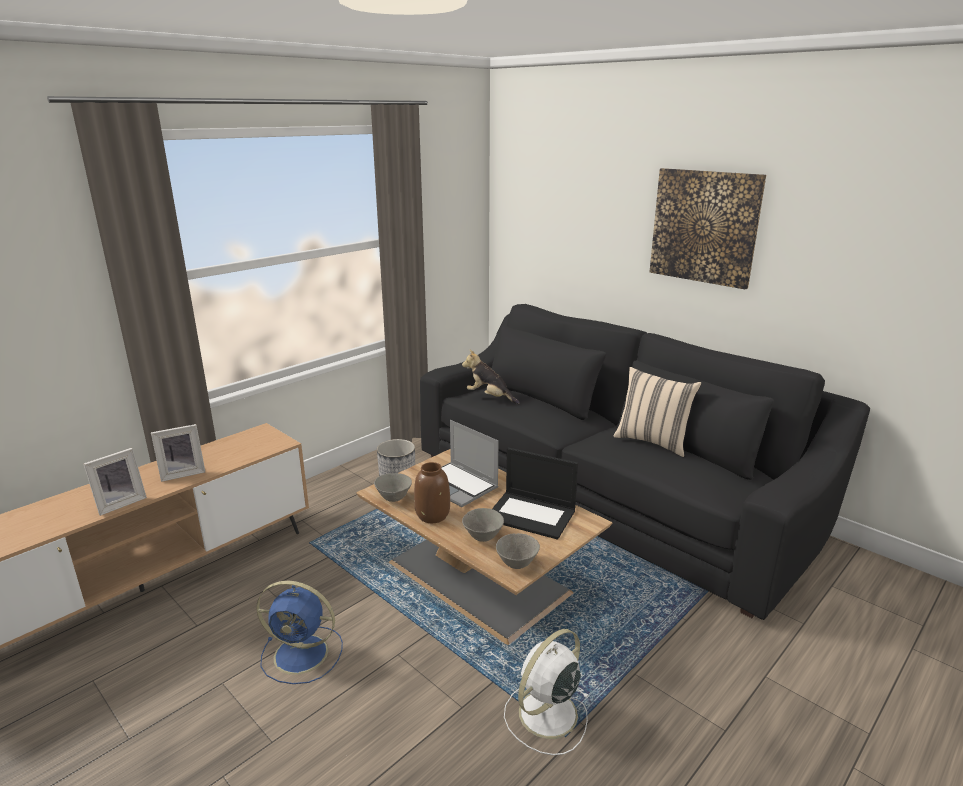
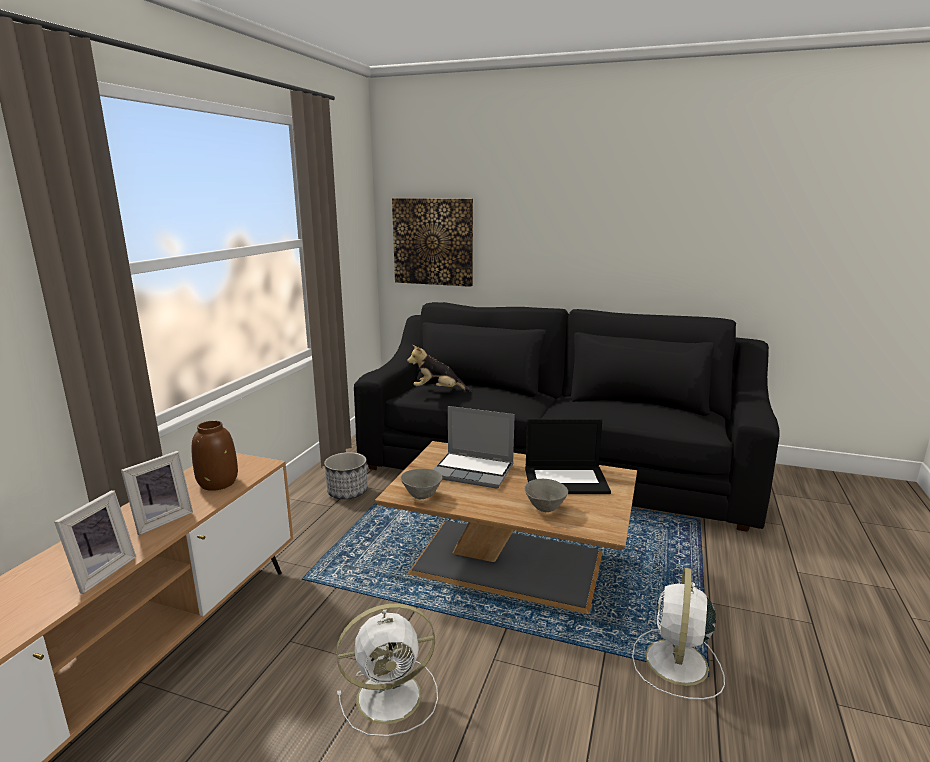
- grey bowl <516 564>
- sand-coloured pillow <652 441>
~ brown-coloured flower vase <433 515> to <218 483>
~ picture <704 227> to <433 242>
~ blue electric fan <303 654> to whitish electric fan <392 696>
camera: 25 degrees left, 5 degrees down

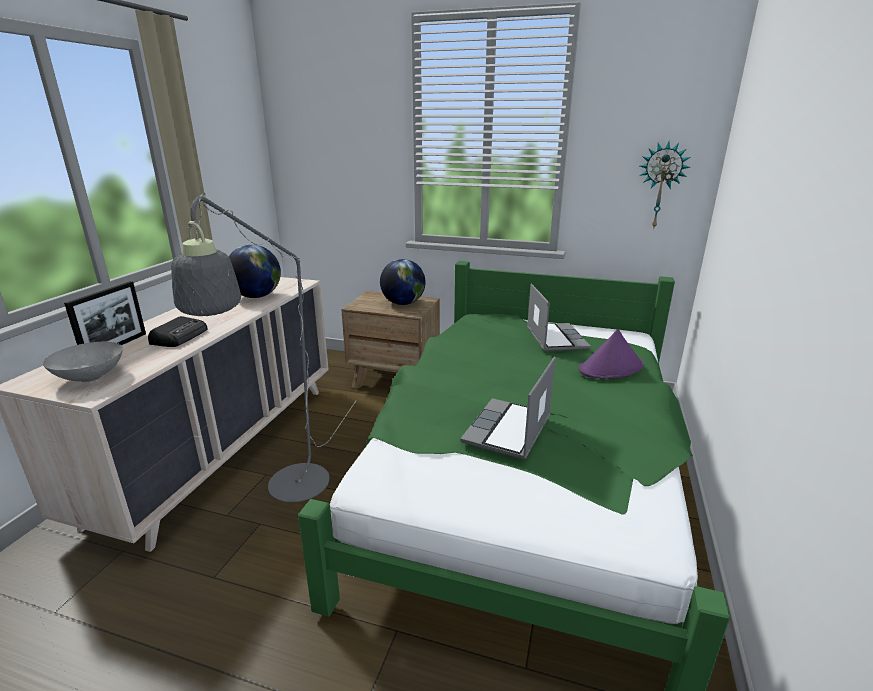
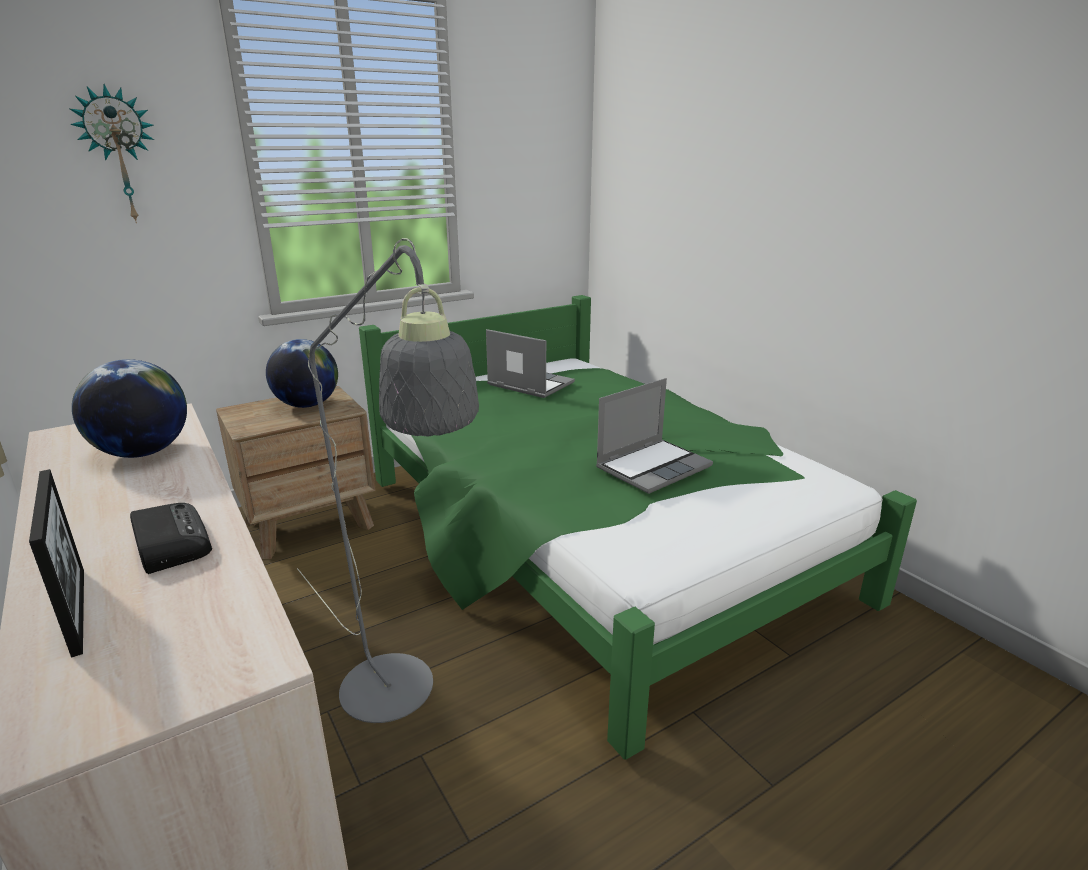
- grey bowl <89 378>
- purple hat <611 368>
~ hanging clock <660 186> to <120 156>
~ laptop <508 431> = <653 467> 105 degrees counterclockwise
camera: 50 degrees left, 0 degrees up

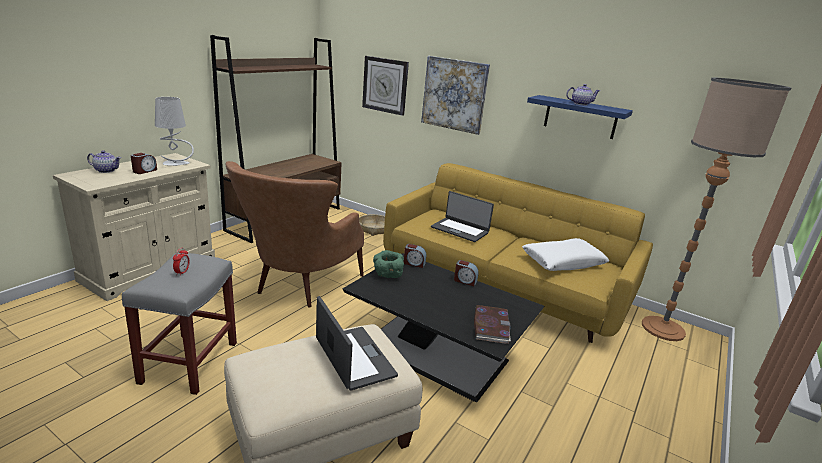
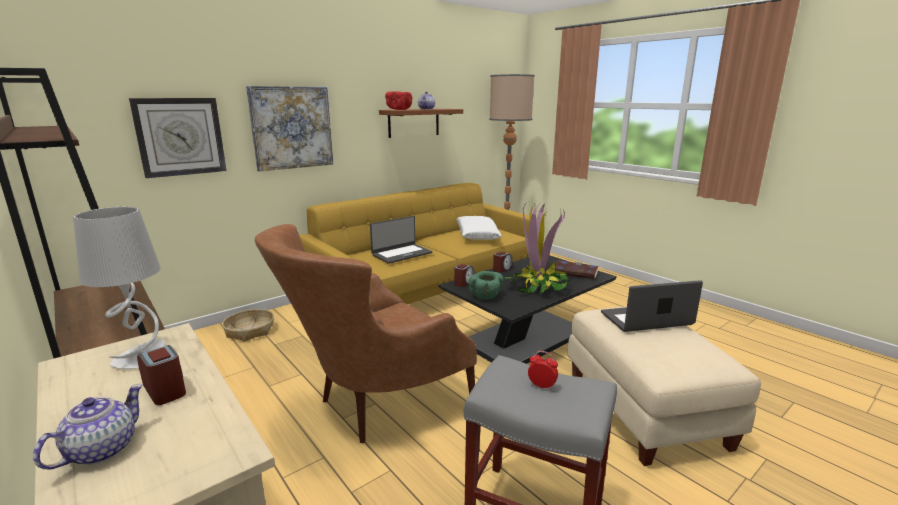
+ reddish bowl <398 109>
+ plant in a pot <539 286>
~ blue shelf <580 117> to brown-coloured shelf <414 122>
~ brown-coloured lounge chair <297 288> = <374 406> 105 degrees clockwise
camera: 70 degrees left, 5 degrees down

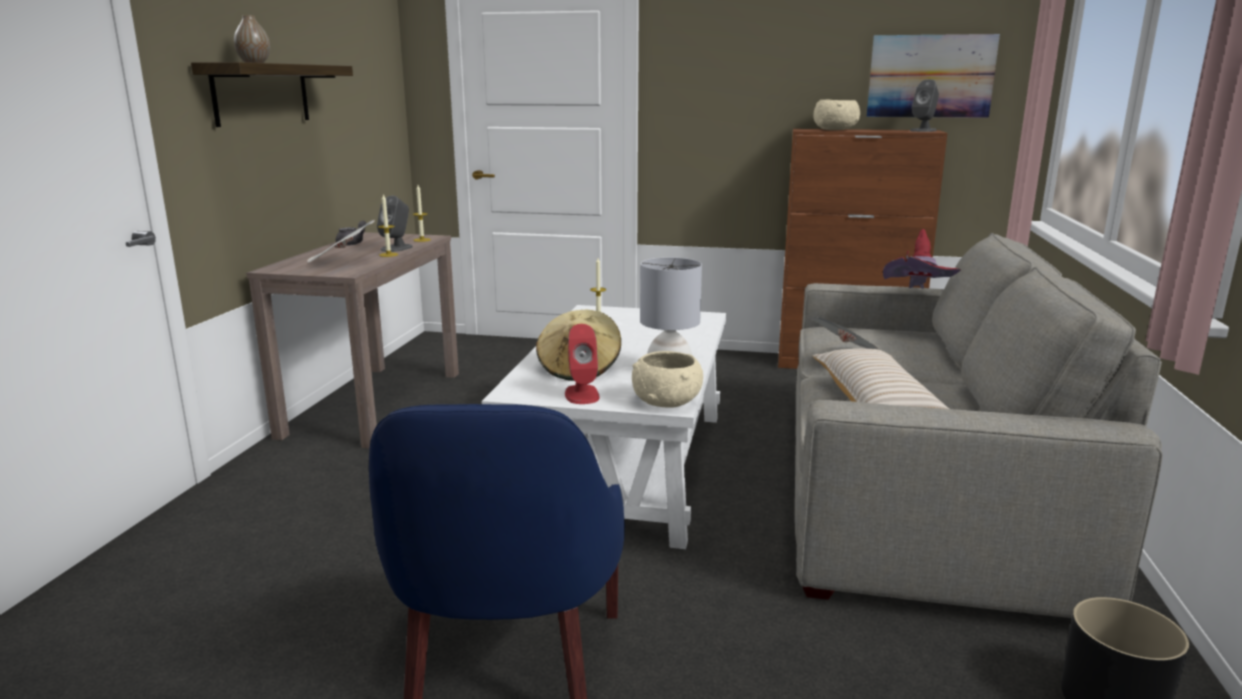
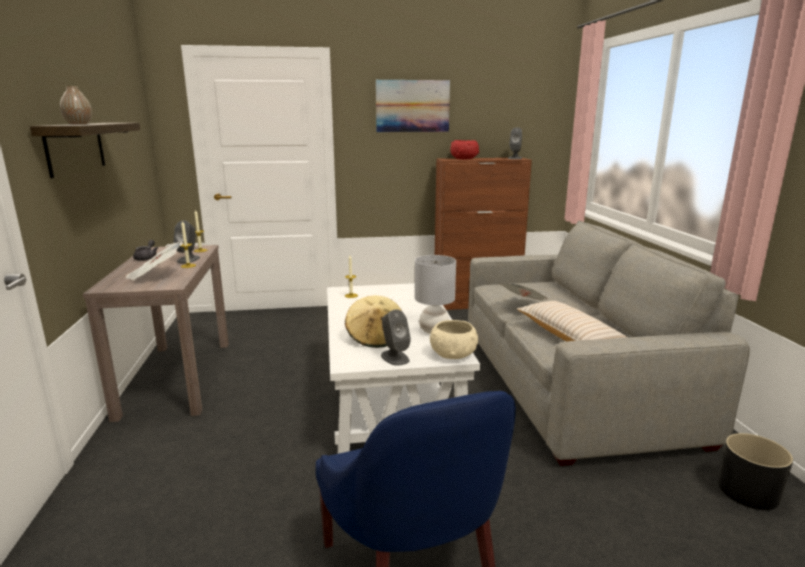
- reddish hat <916 299>
~ picture <930 76> to <412 106>
~ reddish audio speaker <582 394> to grey audio speaker <394 357>
~ sand-coloured bowl <835 129> to reddish bowl <464 158>
camera: 20 degrees left, 0 degrees up

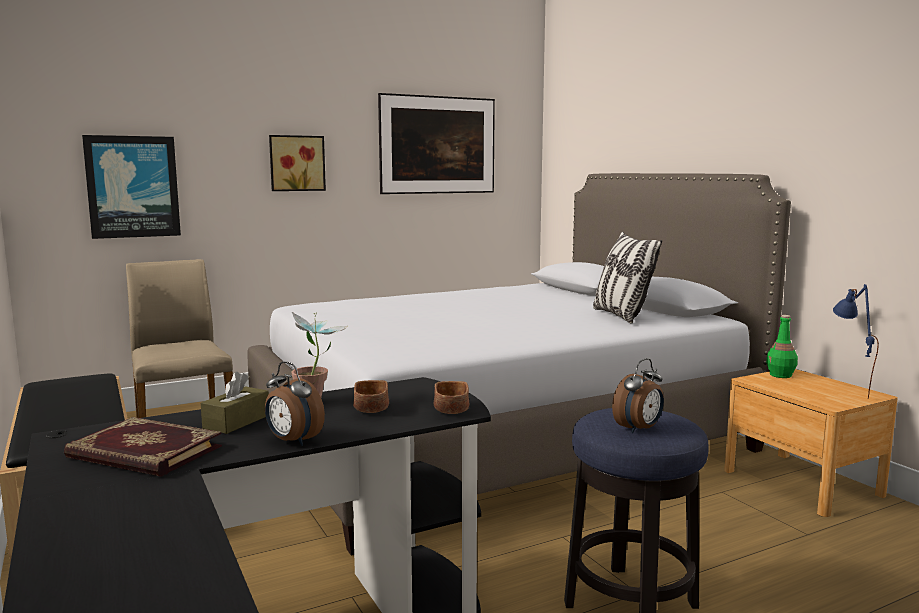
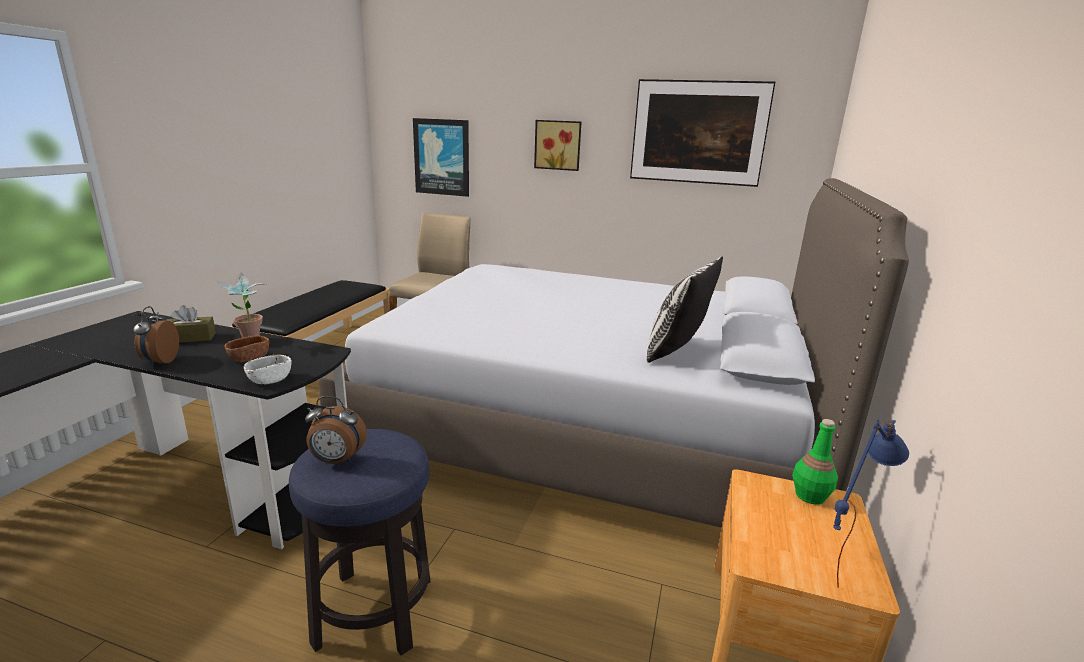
- volume <143 453>
~ brown-coloured bowl <451 410> to whitish bowl <270 379>
camera: 45 degrees right, 10 degrees up

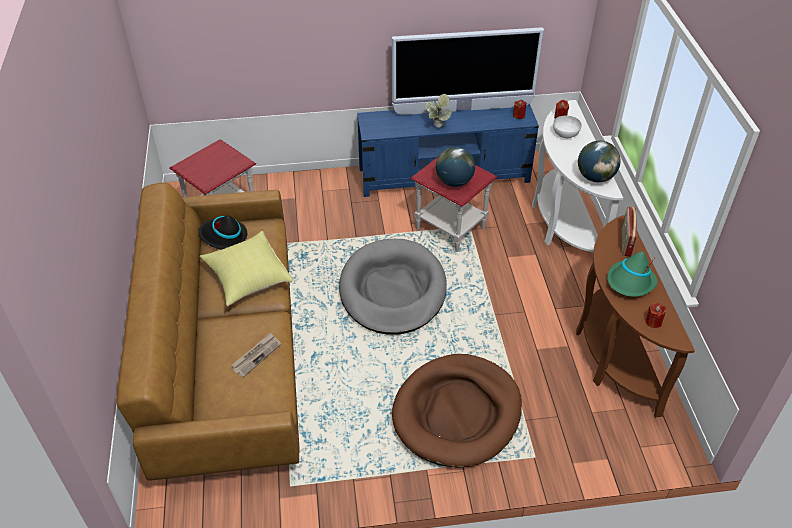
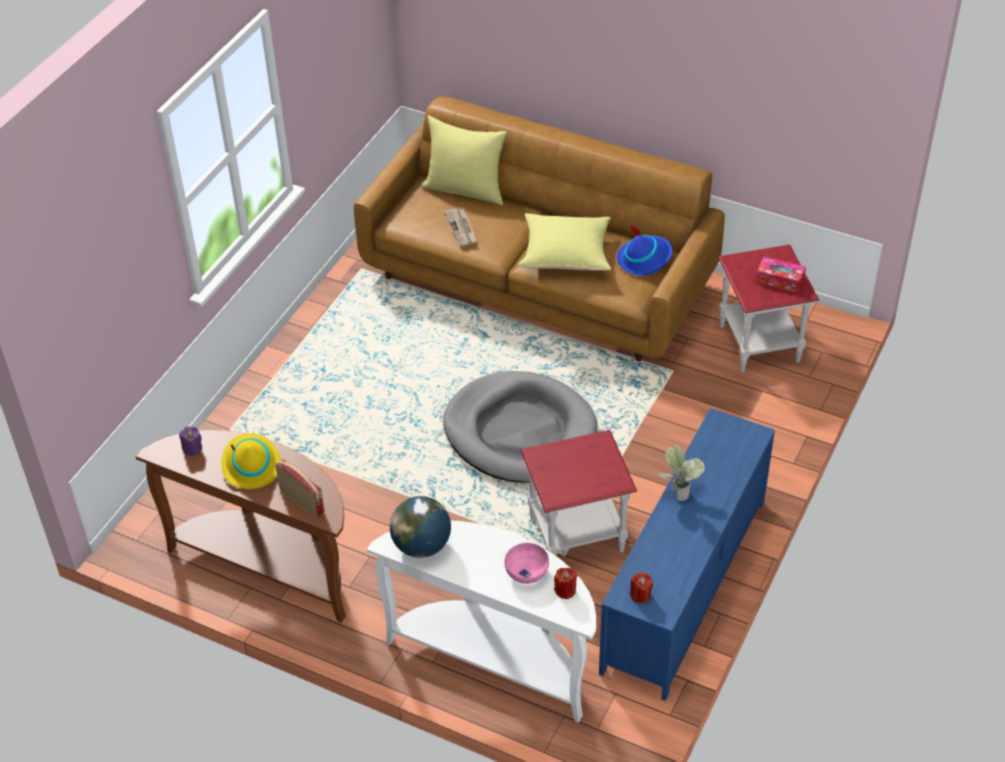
- TV set <463 109>
- brown-coloured pet bed <457 413>
- world globe <454 182>
+ yellow-coloured pillow <466 189>
+ tissue holder <780 280>
~ black-coloured hat <223 236> to blue hat <644 259>
~ whitish bowl <565 133> to pink-coloured bowl <527 572>
~ green hat <630 282> to yellow-coloured hat <251 465>
~ reddish wax candle <653 322> to purple wax candle <192 448>
camera: 125 degrees right, 0 degrees up

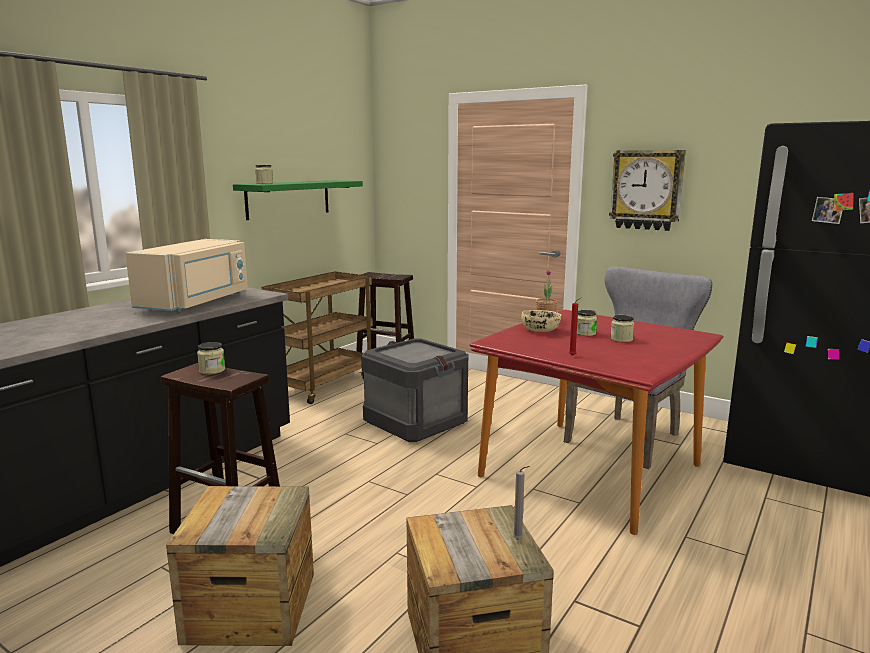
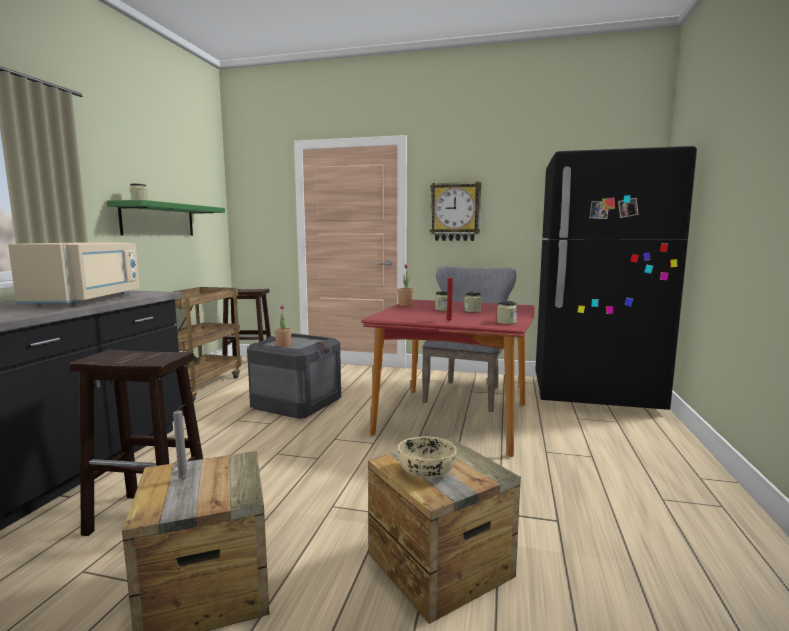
+ plant in a pot <283 345>
~ jar <212 370> to <506 322>
~ grey wax candle <519 540> to <184 480>
~ sand-coloured bowl <541 330> to <427 471>
camera: 20 degrees left, 5 degrees down

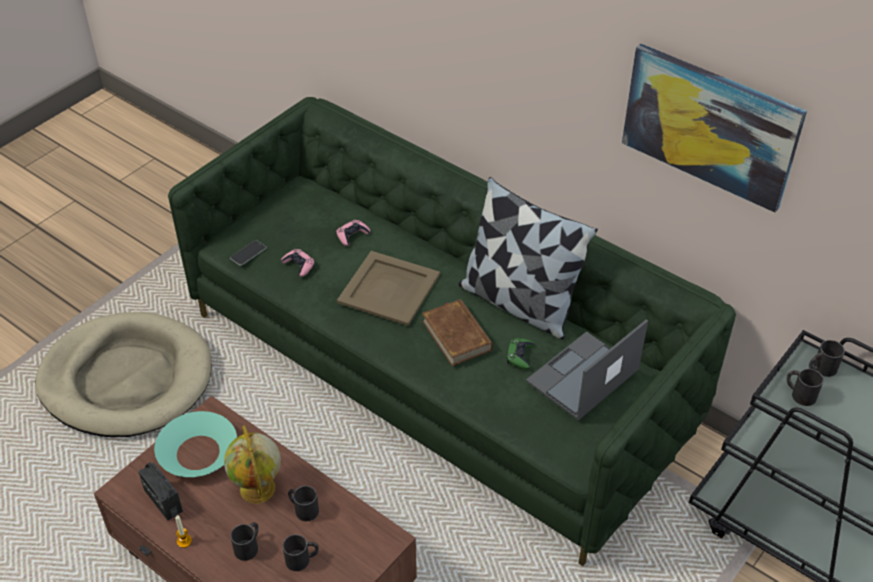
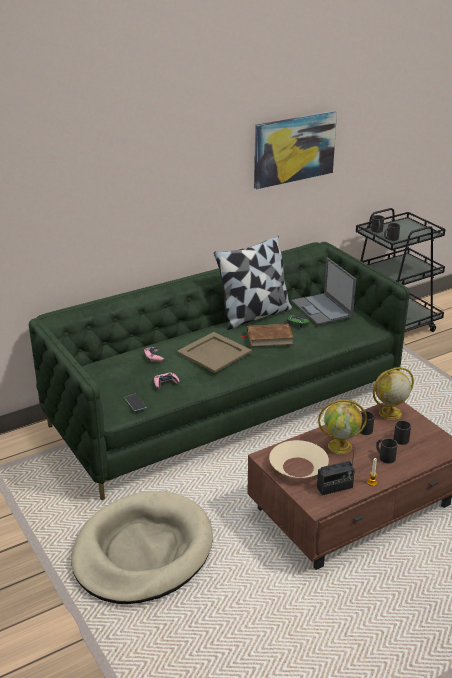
+ world globe <389 413>
~ turquoise-coloured bowl <198 452> to sand-coloured bowl <298 467>
camera: 70 degrees left, 15 degrees down

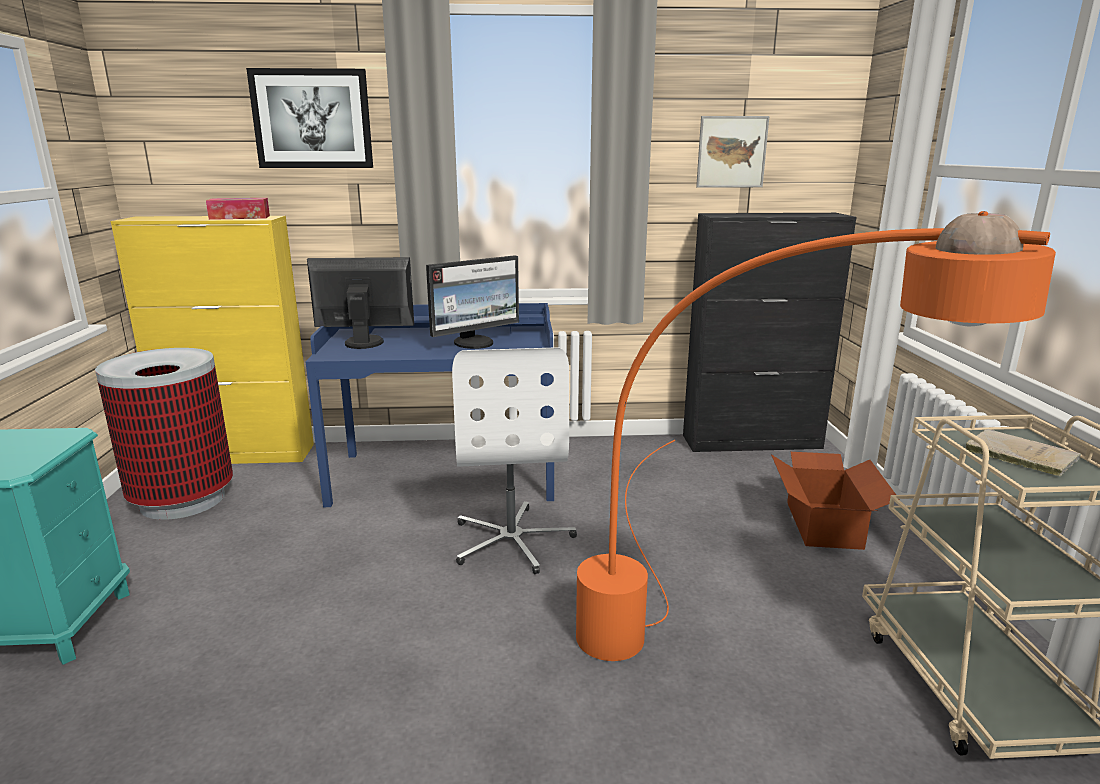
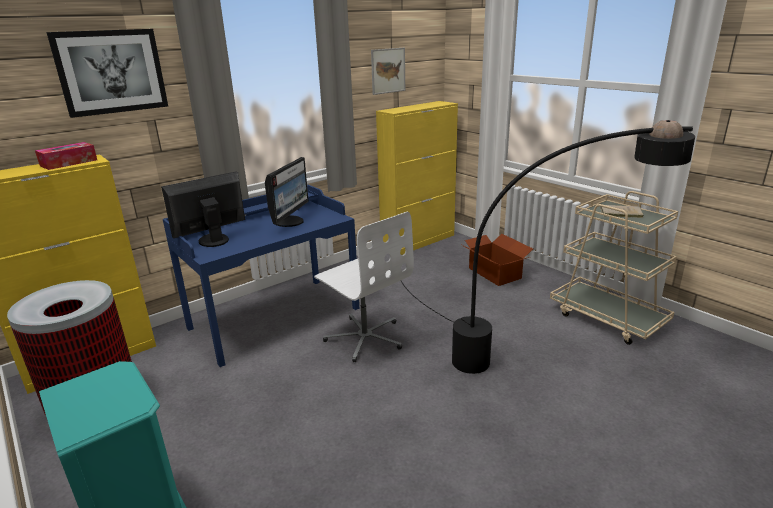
~ orange floor lamp <702 658> to black-coloured floor lamp <515 352>
~ black-coloured cupboard <752 442> to yellow-coloured cupboard <418 241>
camera: 35 degrees left, 5 degrees up

